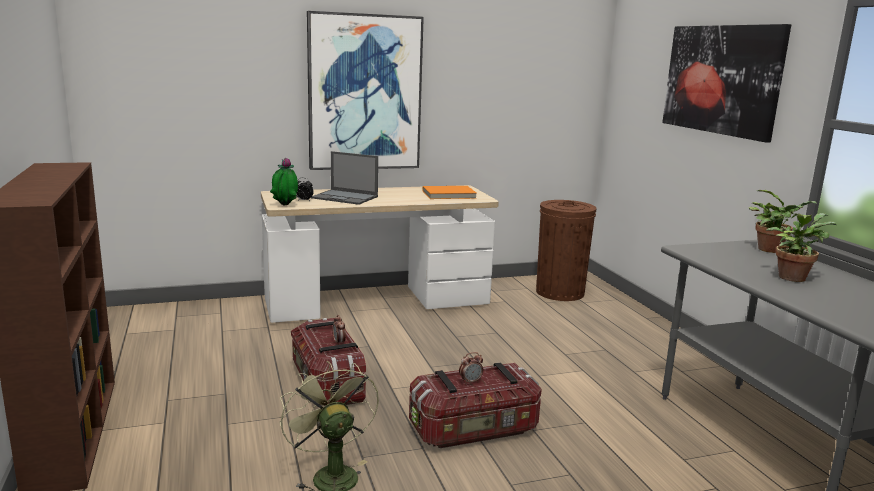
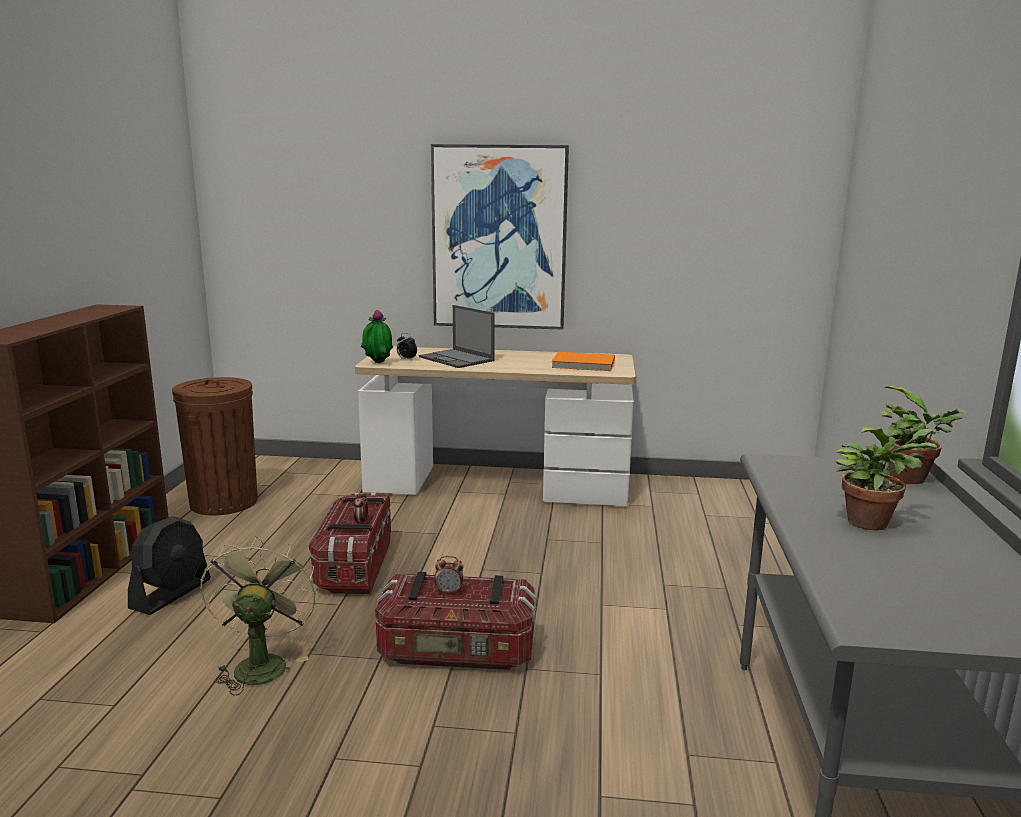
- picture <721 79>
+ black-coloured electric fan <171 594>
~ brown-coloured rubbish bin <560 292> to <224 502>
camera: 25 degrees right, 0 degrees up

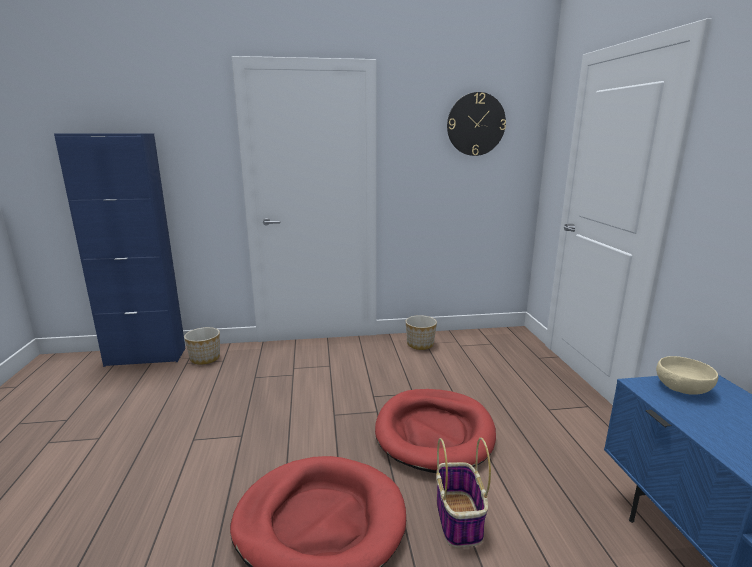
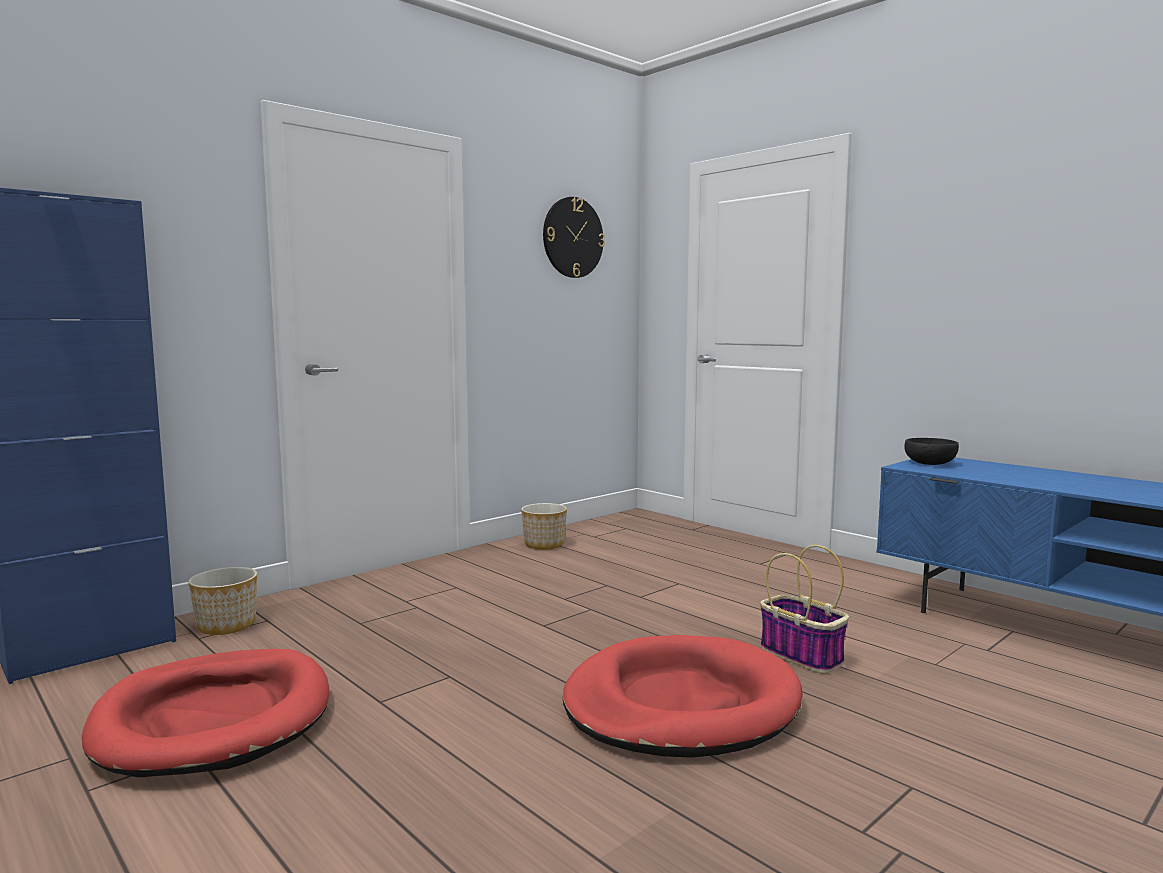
~ reddish pet bed <434 432> to <214 718>
~ sand-coloured bowl <683 388> to black-coloured bowl <930 463>
camera: 35 degrees left, 10 degrees down

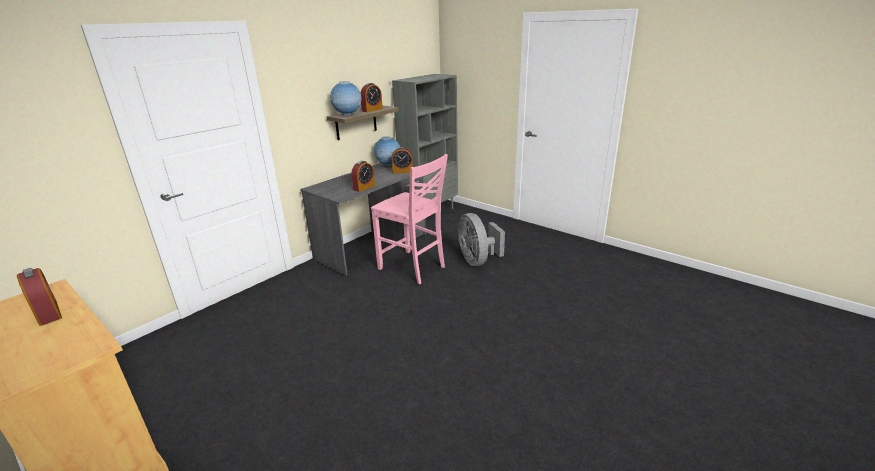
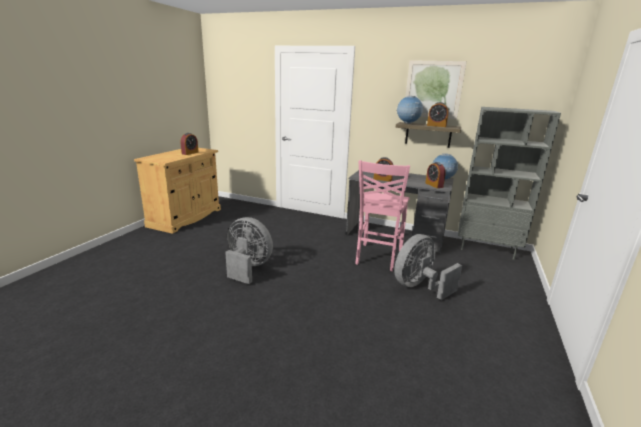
+ grey electric fan <248 268>
+ picture <433 89>
camera: 70 degrees right, 5 degrees down

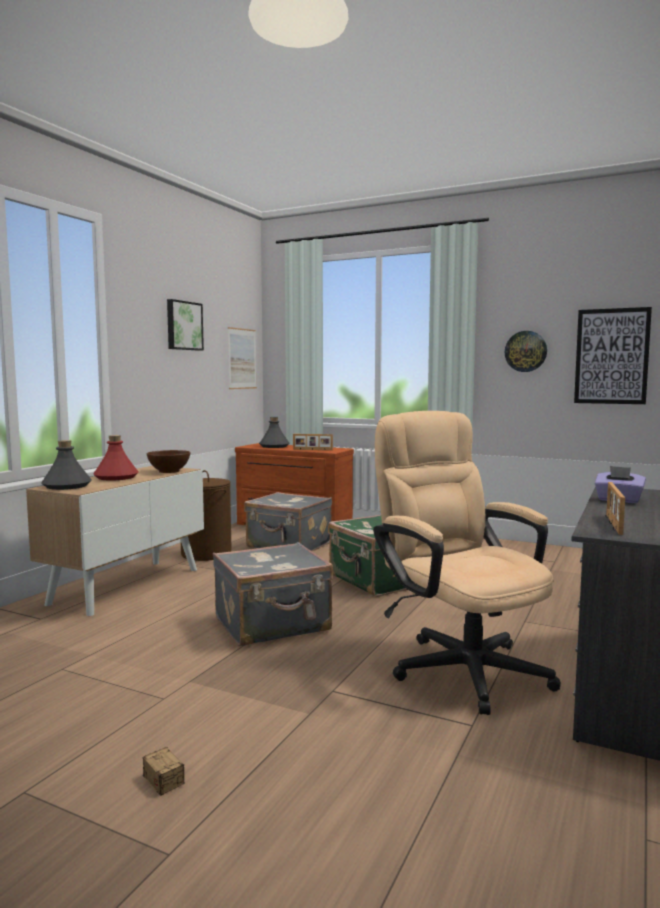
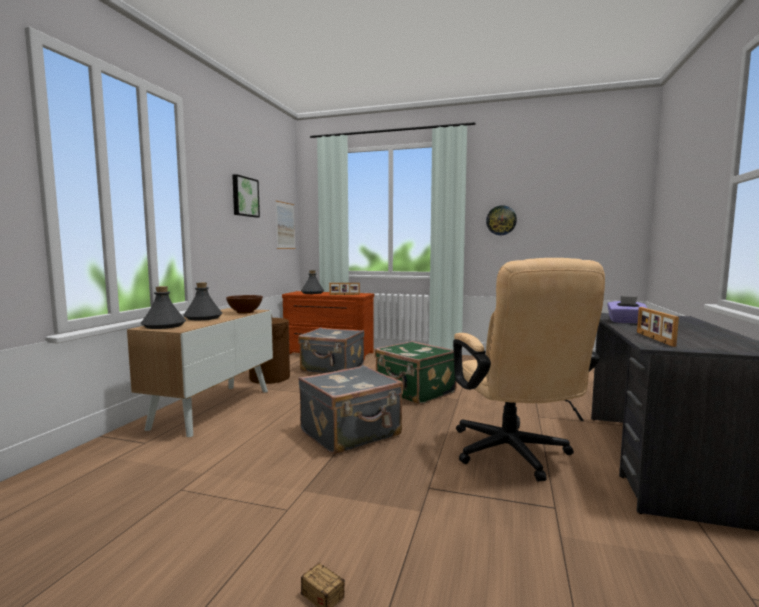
- picture <611 356>
~ reddish beverage bottle <116 477> to grey beverage bottle <203 318>
~ sand-coloured desk chair <460 665> = <514 456> 150 degrees counterclockwise
camera: 10 degrees left, 0 degrees up

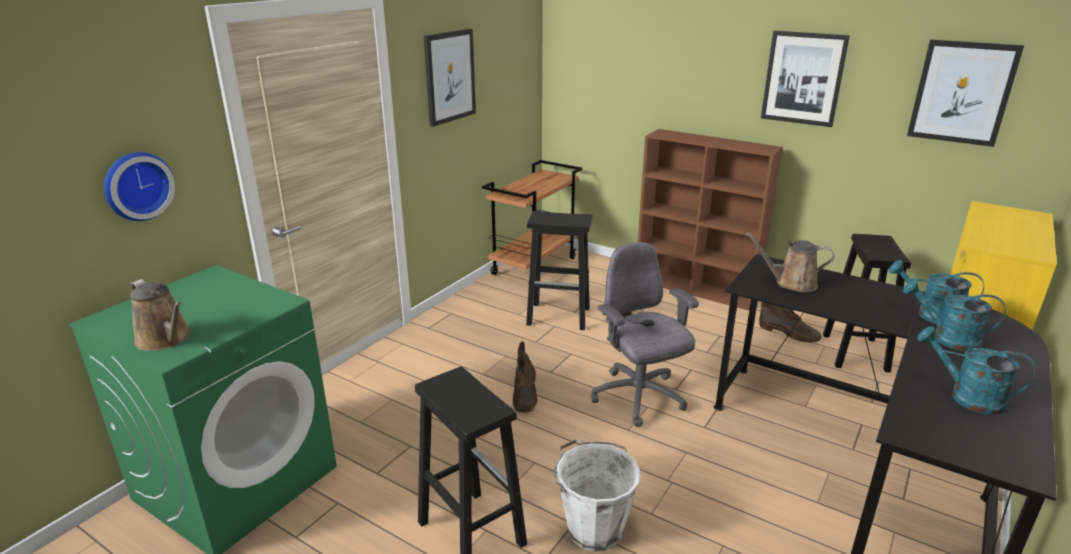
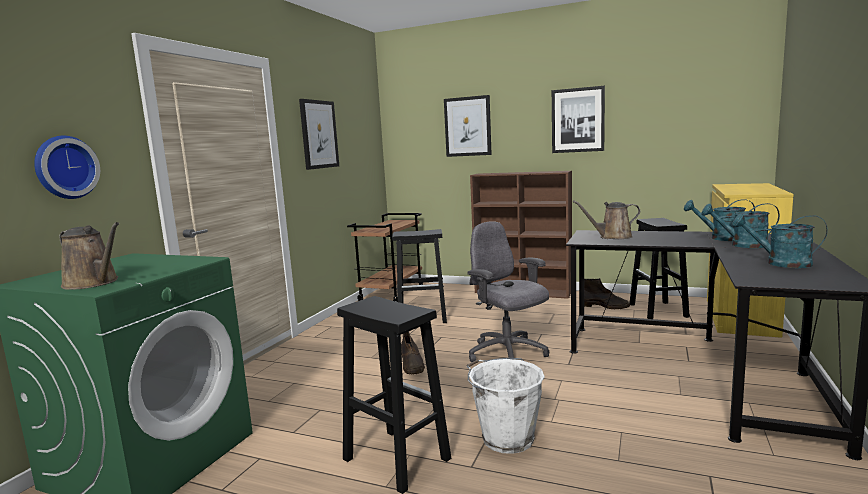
~ picture <962 92> to <467 126>
camera: 10 degrees left, 15 degrees down

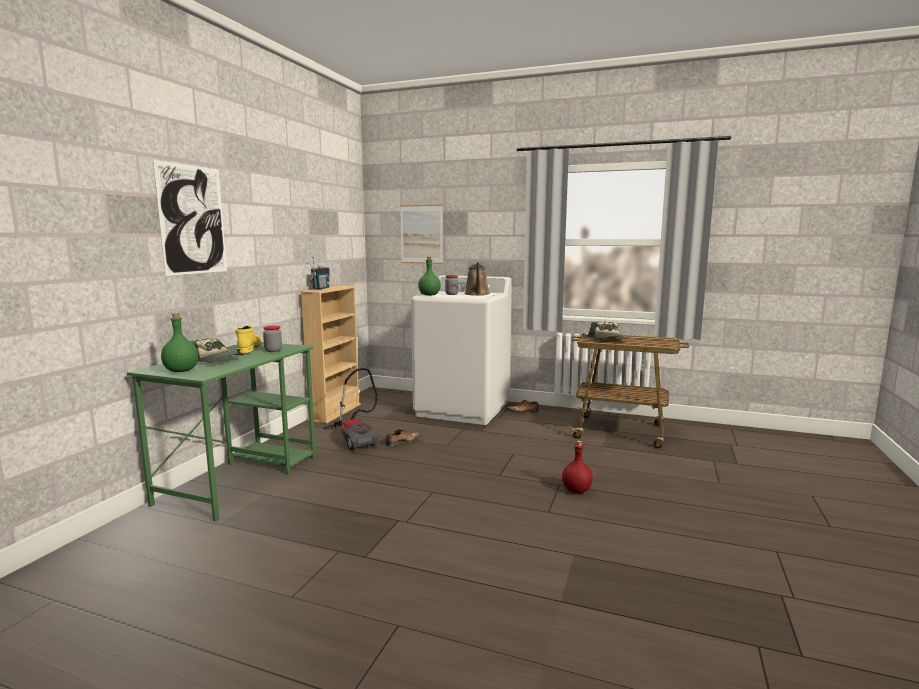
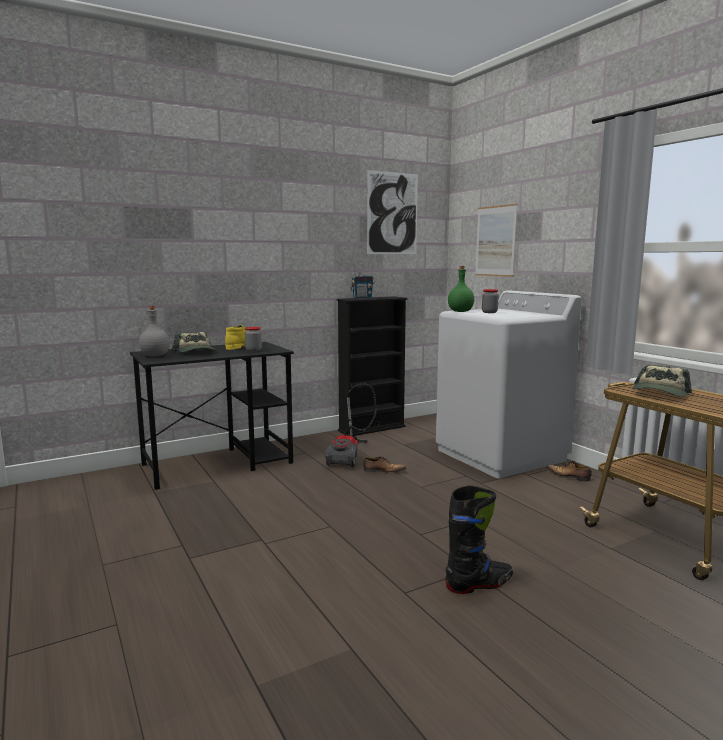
- brown-coloured sprinkling can <477 294>
~ picture <192 220> to <392 213>
~ reddish beverage bottle <577 490> to black-coloured high-top boot <479 584>
~ green desk table <241 478> to black-coloured desk table <219 464>
~ green beverage bottle <181 371> to grey beverage bottle <155 356>
~ sand-coloured bookcase <335 412> to black-coloured bookcase <371 428>
camera: 40 degrees right, 0 degrees up

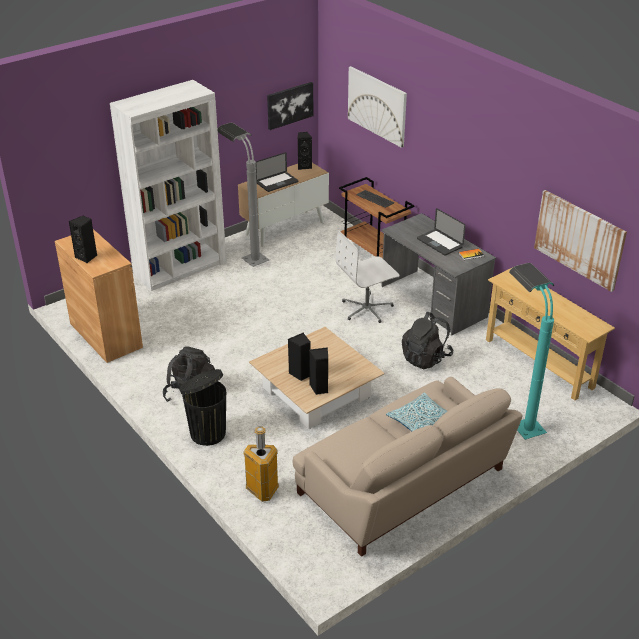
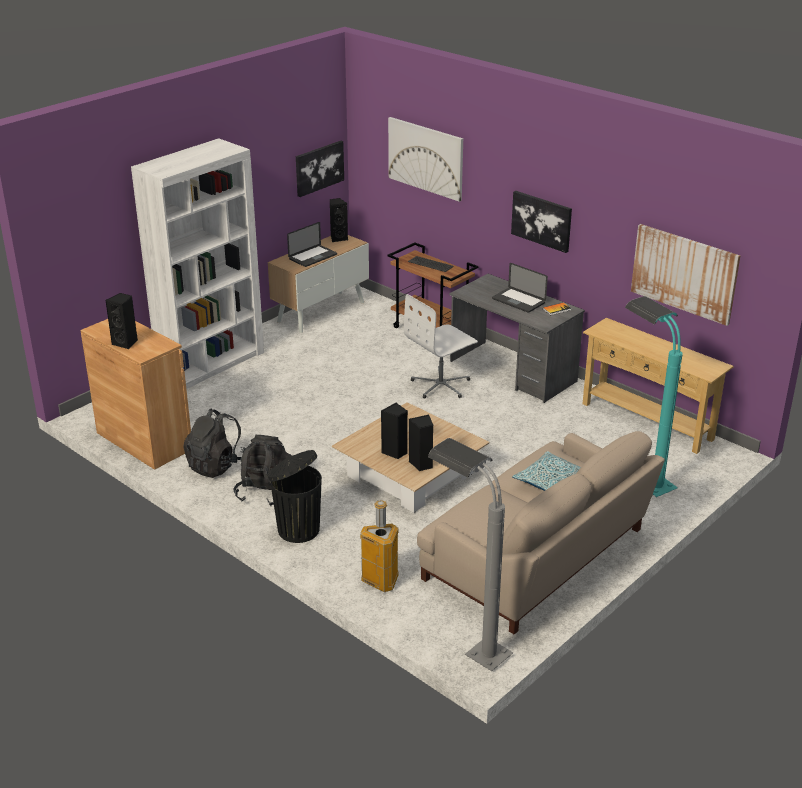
+ picture <542 220>
~ grey floor lamp <246 254> to <469 645>
~ black-coloured knapsack <426 358> to <217 465>
camera: 10 degrees left, 5 degrees down

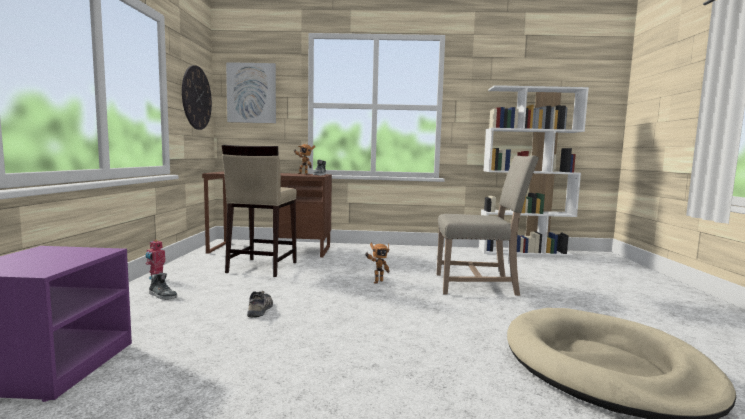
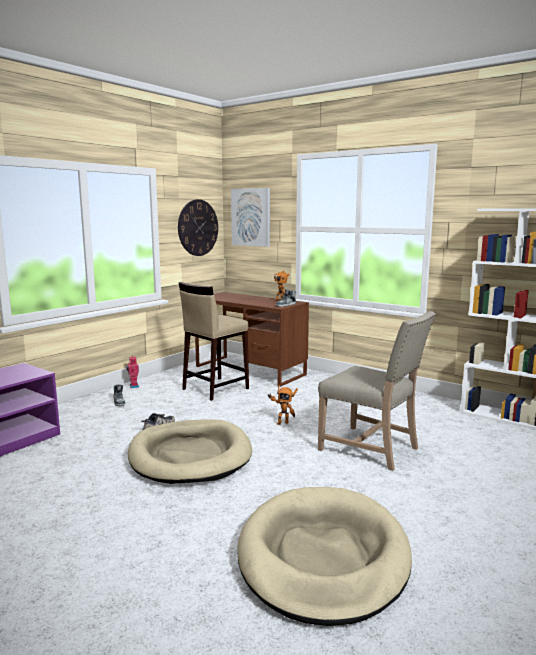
+ sand-coloured pet bed <190 456>
camera: 35 degrees right, 5 degrees up

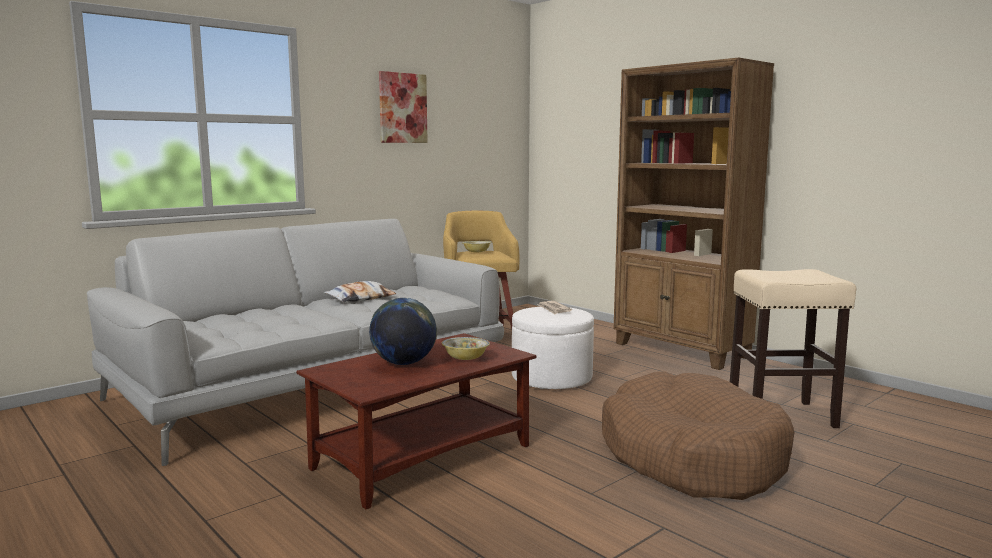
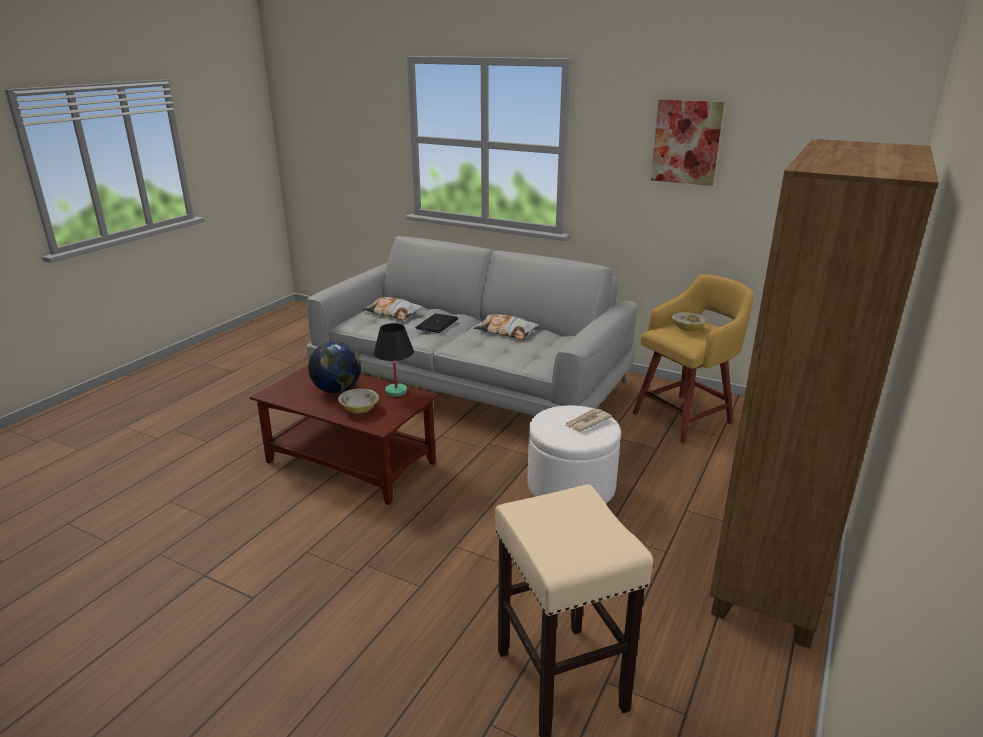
- brown-coloured pet bed <691 457>
+ pillow <393 313>
+ black-coloured table lamp <396 391>
+ laptop <437 324>
camera: 70 degrees right, 15 degrees up

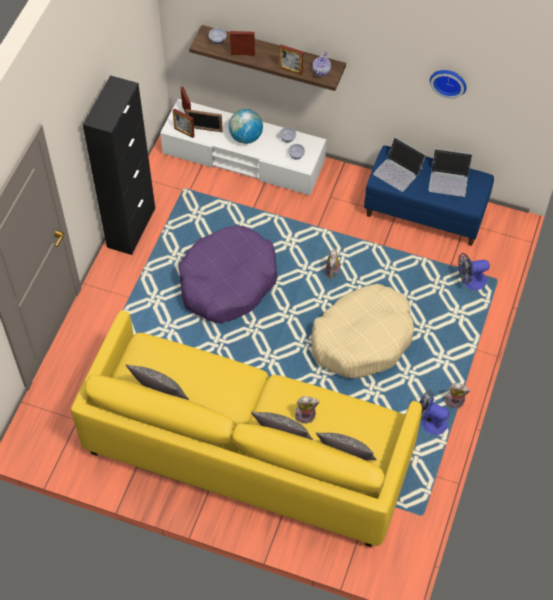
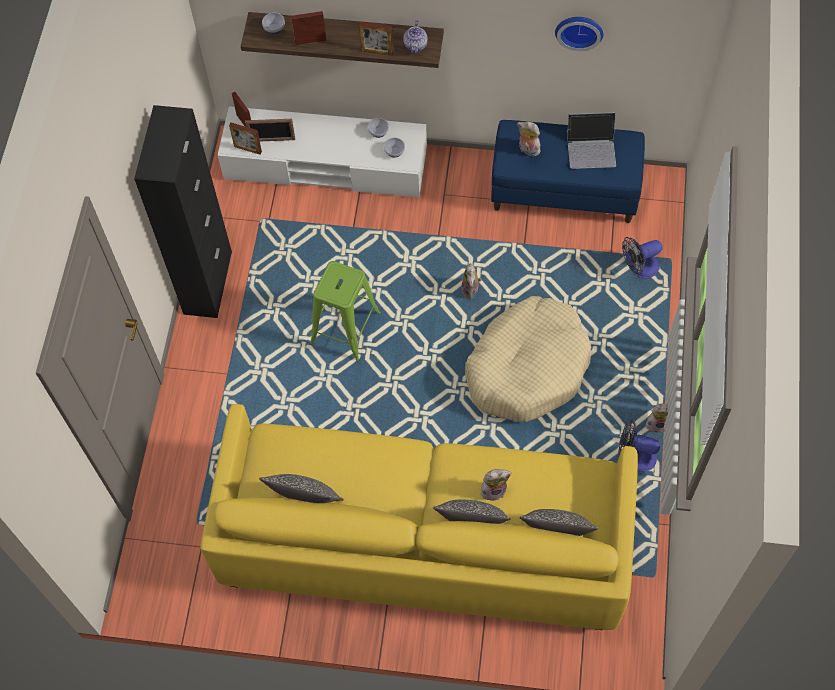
- world globe <246 137>
~ purple pet bed <227 282> to green sitting stool <345 329>
~ laptop <398 171> to plush toy <527 150>
camera: 10 degrees left, 5 degrees up

